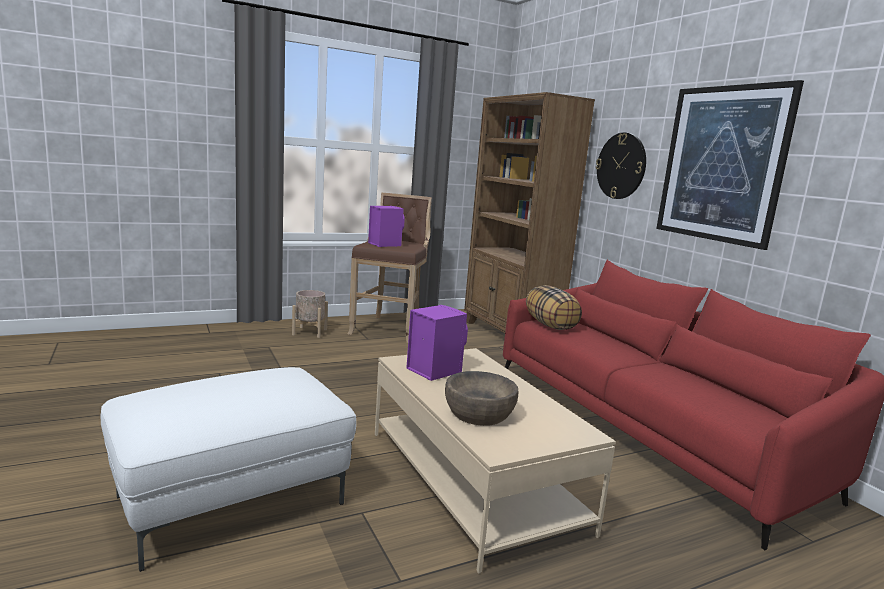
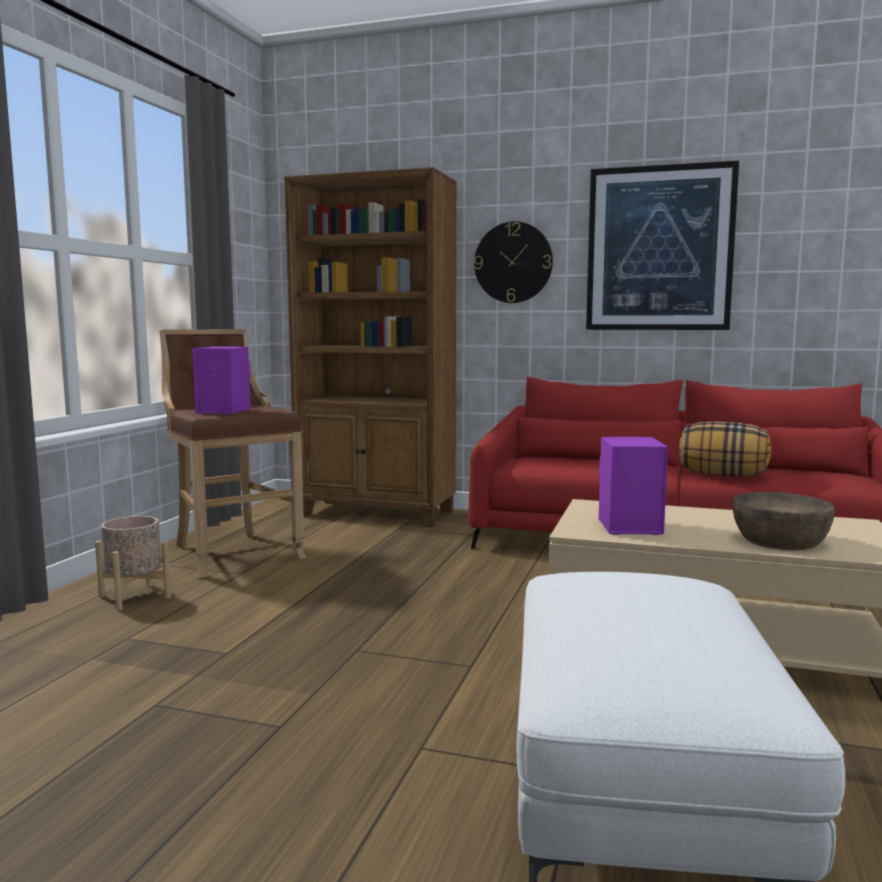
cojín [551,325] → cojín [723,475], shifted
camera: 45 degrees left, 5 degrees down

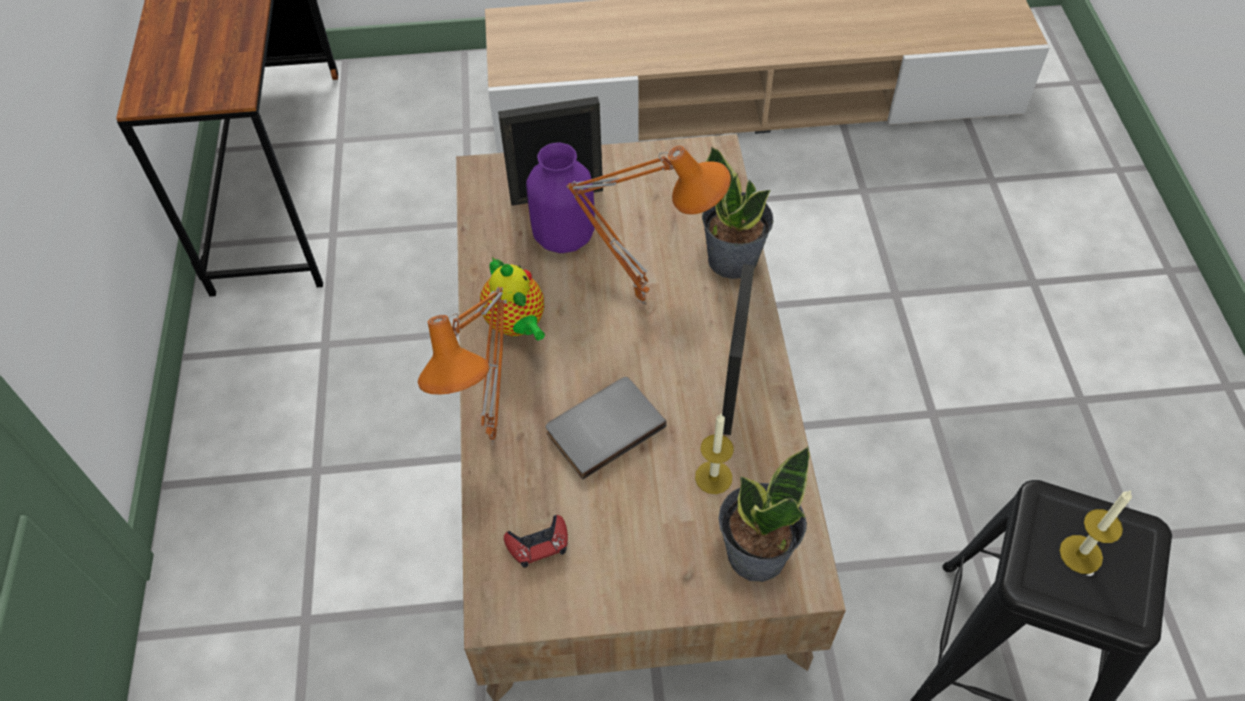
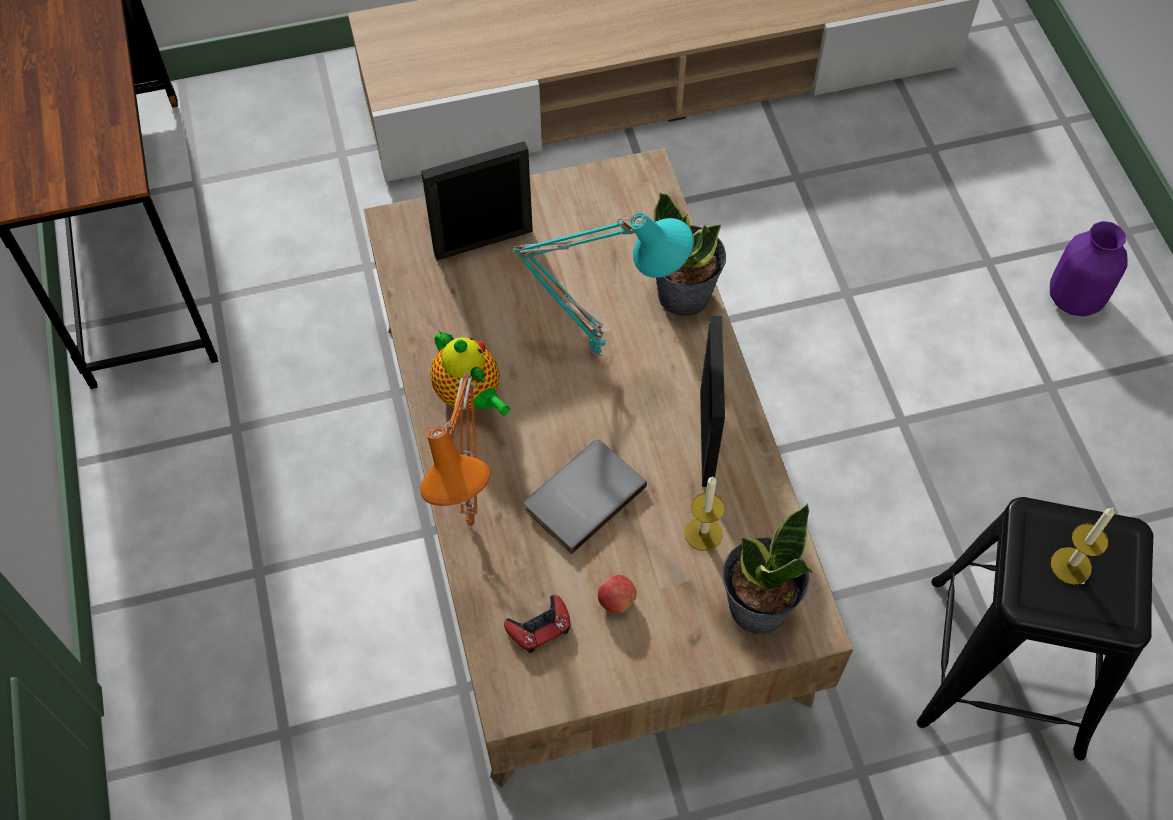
florero [morado] [564,236] → florero [morado] [1074,297], shifted
lámpara de mesa [naranja] [644,299] → lámpara de mesa [turquesa] [598,350]
- → manzana [616,600]
camera: 10 degrees left, 5 degrees up

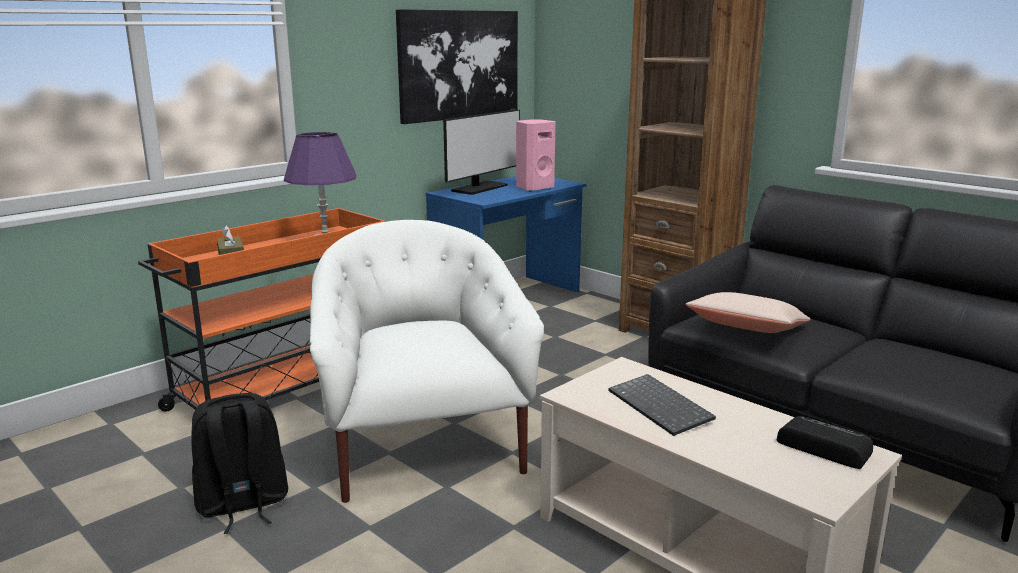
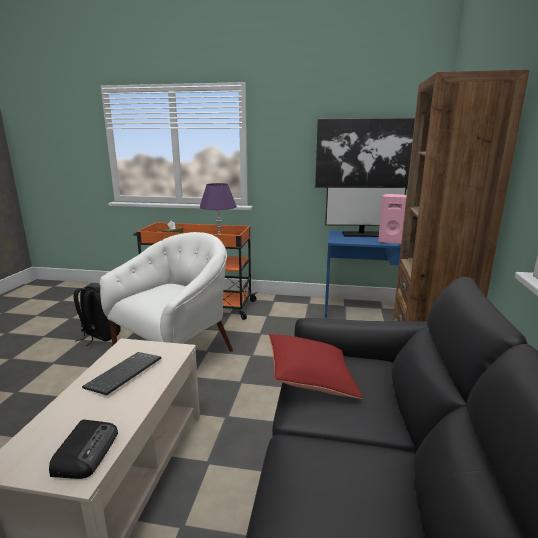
cojín [beis] [747,331] → cojín [rojo] [311,378]
camera: 55 degrees right, 0 degrees up

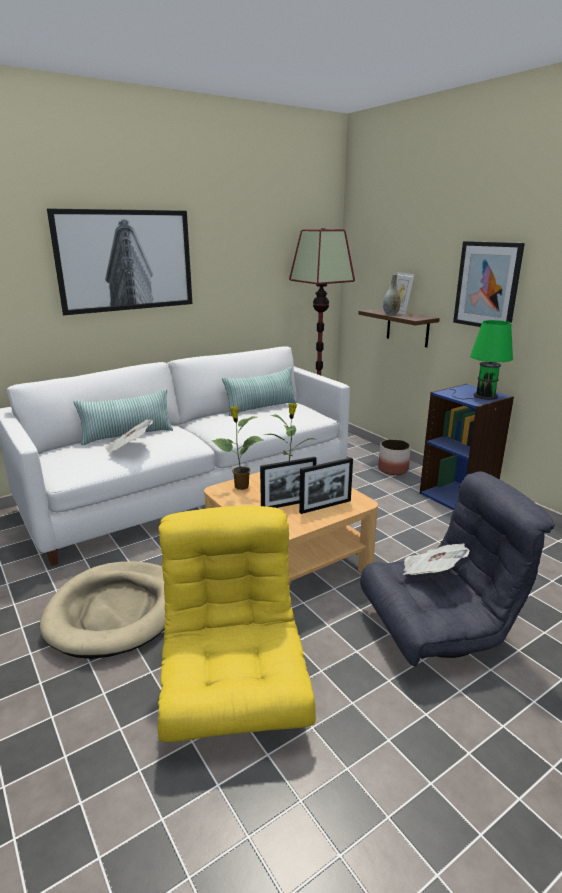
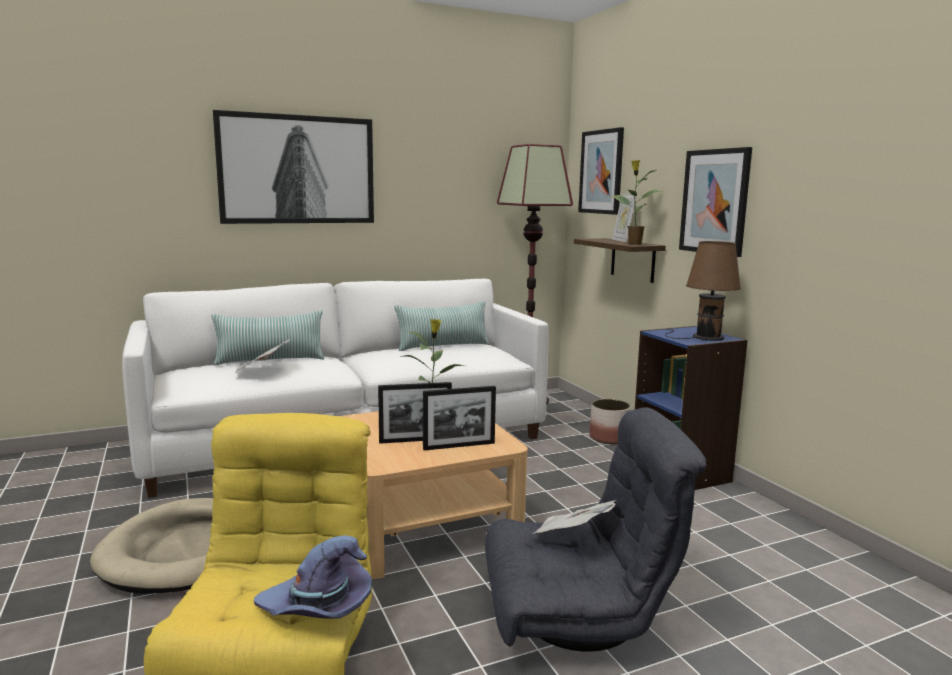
planta en maceta [240,486] → planta en maceta [634,244], shifted
florero [gris] [391,314] → -
lámpara de mesa [verde] [482,396] → lámpara de mesa [marrón] [704,337]
- → sombrero [morado] [317,607]
- → cuadro [601,172]
camera: 10 degrees right, 10 degrees down

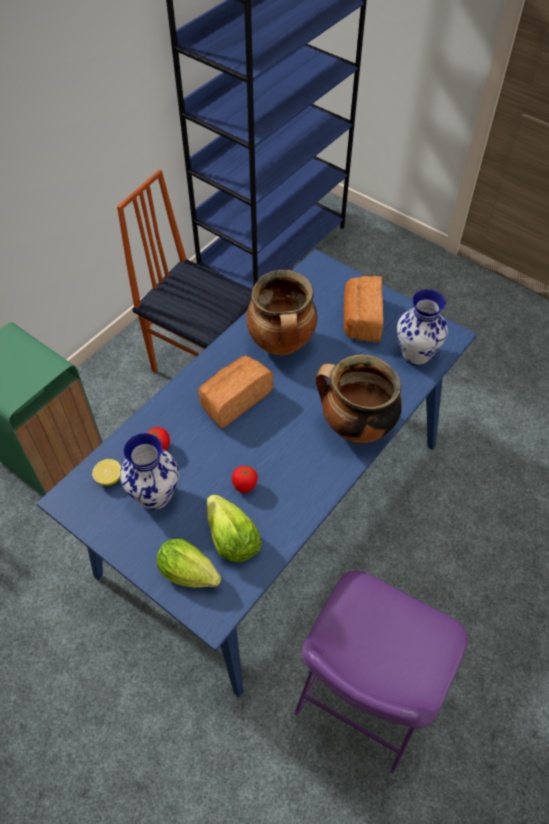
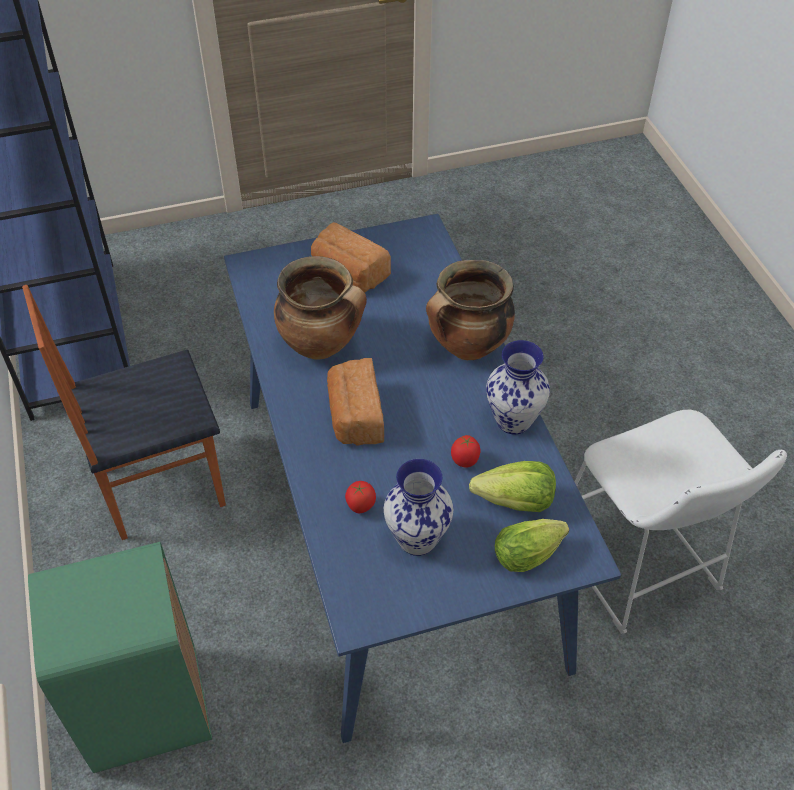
limón [109,478] → -
taburete [morado] [364,694] → taburete [blanco] [639,568]
florero [415,355] → florero [513,421], shifted
camera: 55 degrees left, 5 degrees down

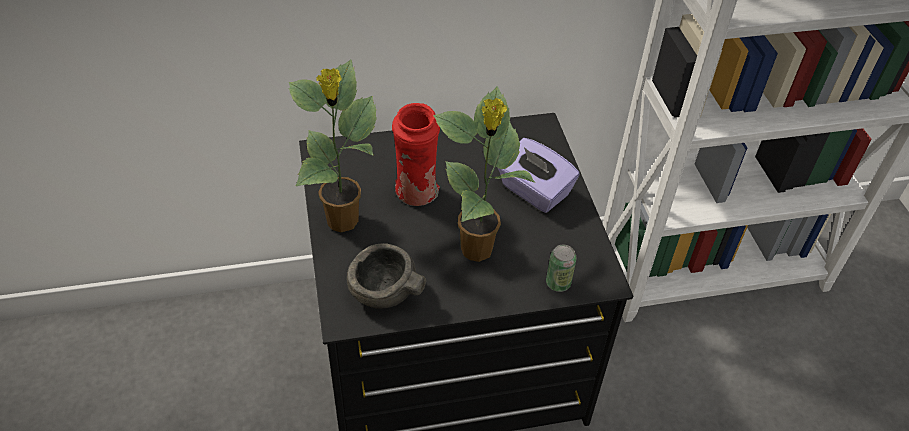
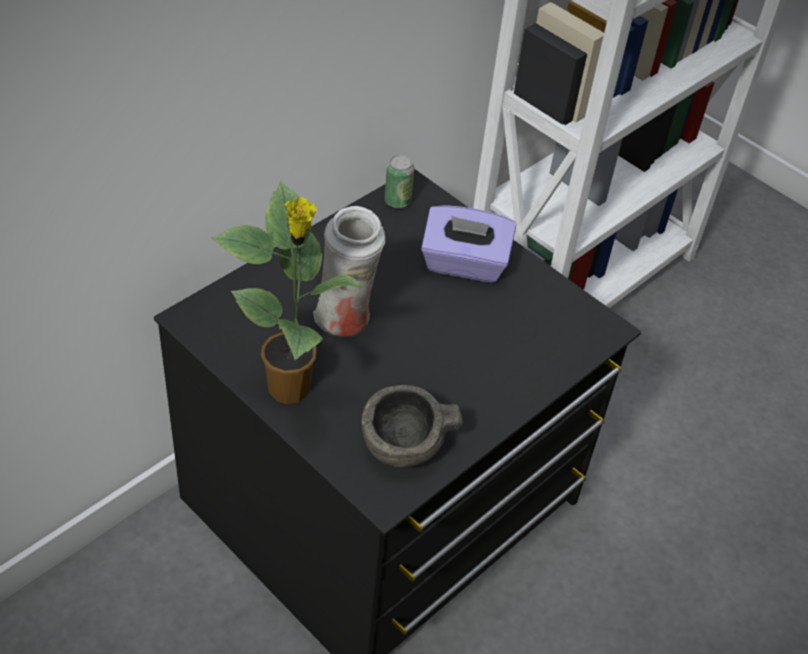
florero [rojo] [416,195] → florero [blanco] [346,322]
planta en maceta [477,251] → -
lata [558,283] → lata [397,201], shifted
camera: 35 degrees left, 0 degrees up

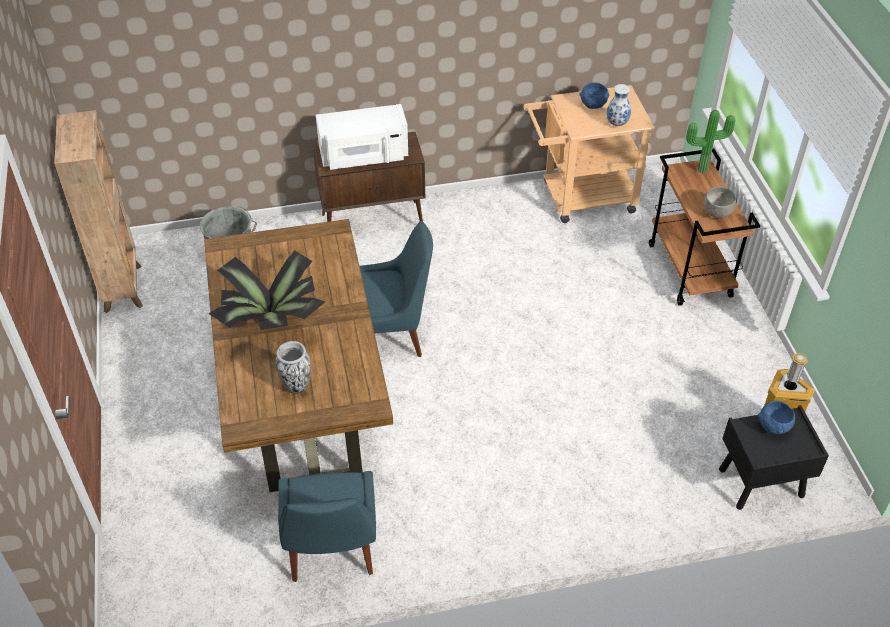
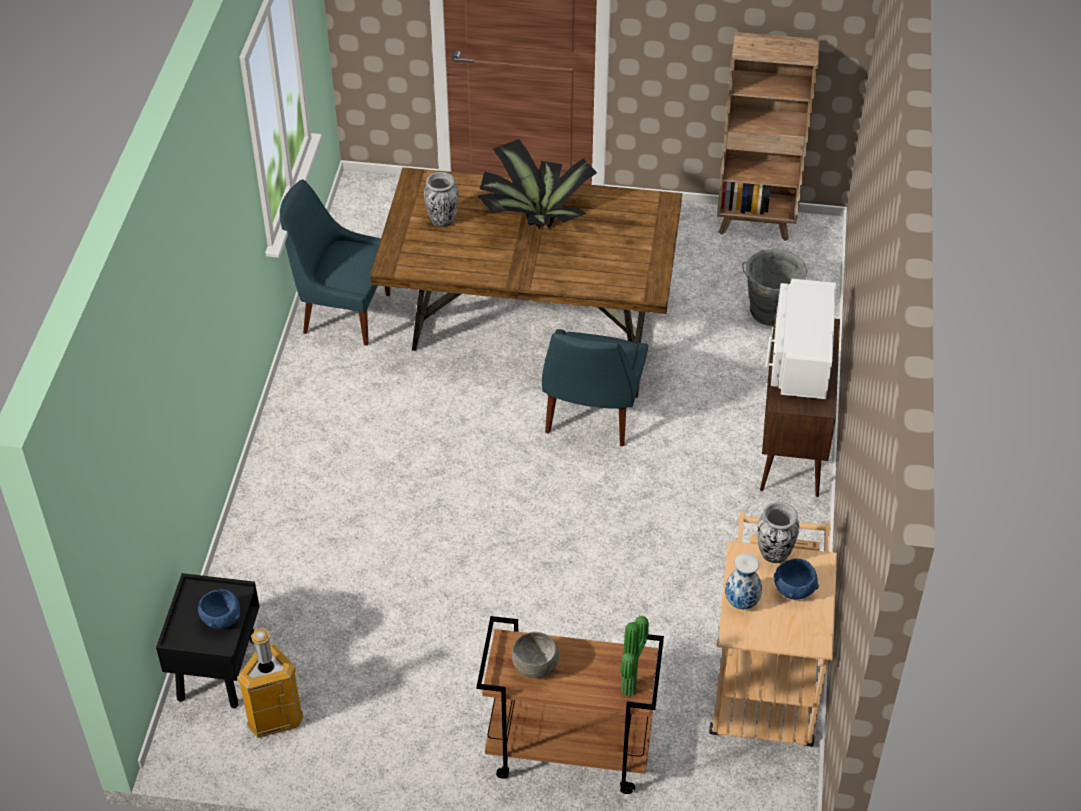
- → florero [774,554]
camera: 110 degrees right, 0 degrees up

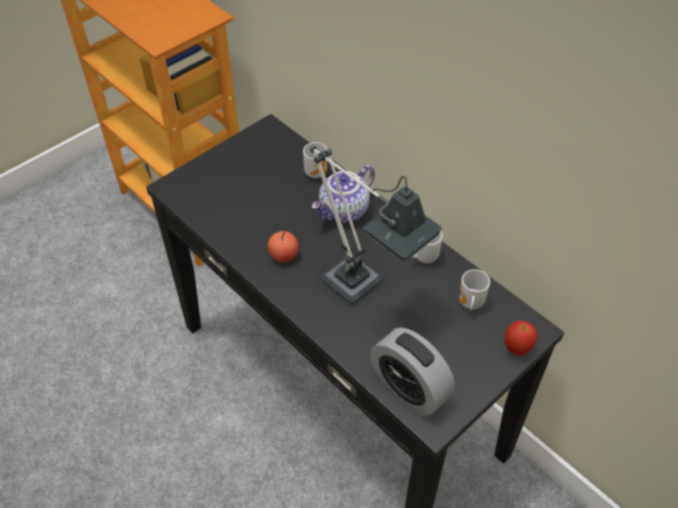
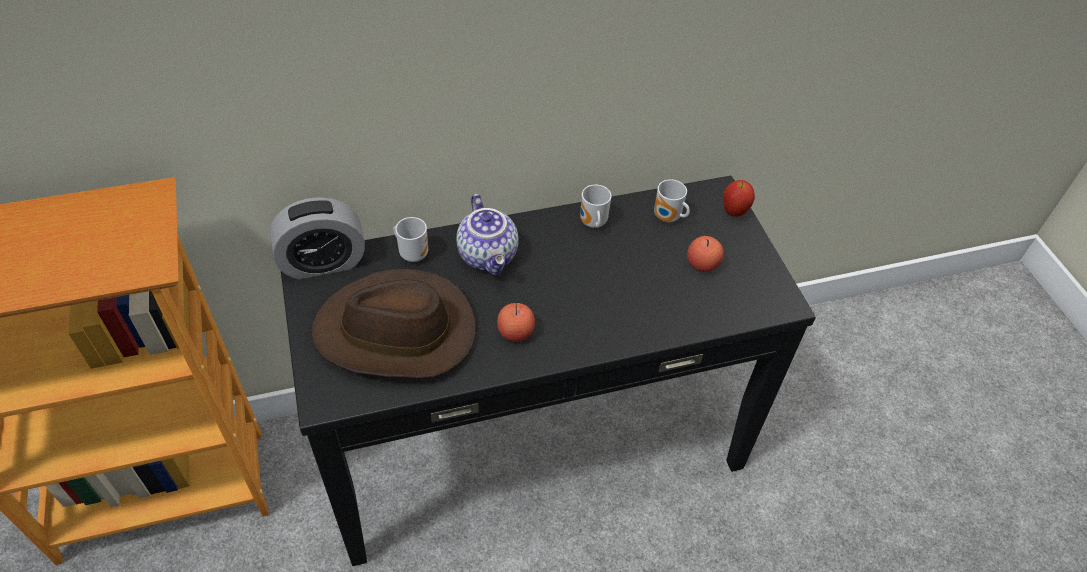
lámpara de mesa [362,288] → -
despertador [409,388] → despertador [323,263], shifted
- → sombrero [marrón] [396,333]
- → manzana [702,264]
camera: 65 degrees left, 0 degrees up

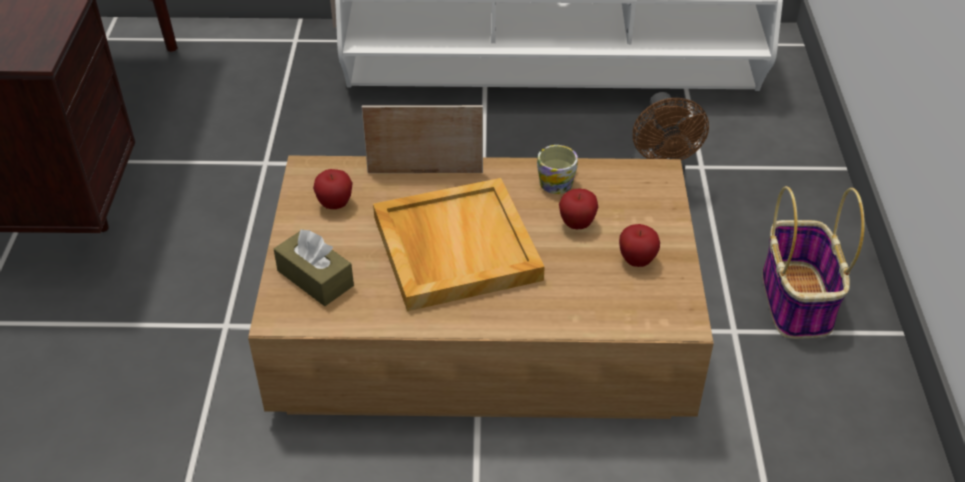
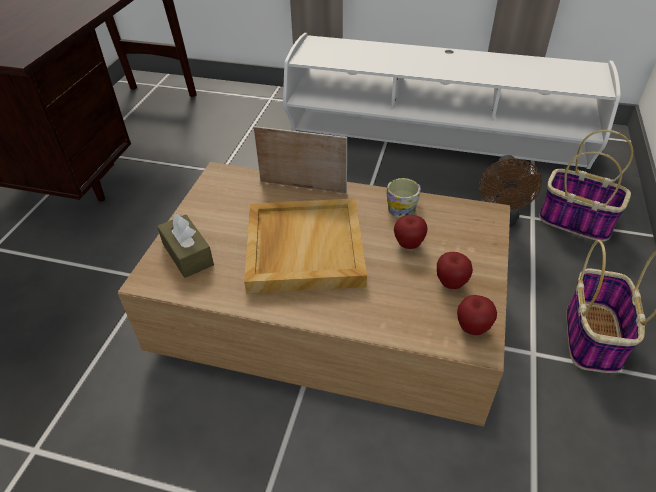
manzana [335,204] → manzana [472,328], shifted
- → cesta [574,221]
camera: 15 degrees right, 0 degrees up

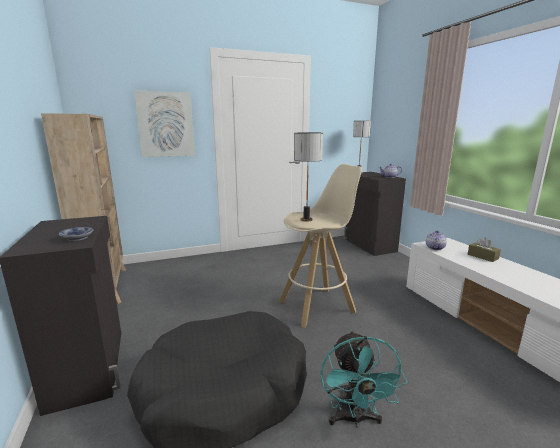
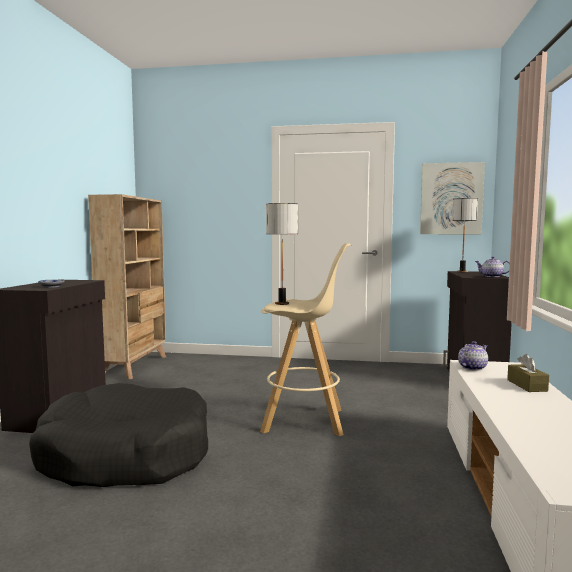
cuadro [166,124] → cuadro [451,199], shifted
ventilador [turquesa] [354,419] → -
camera: 30 degrees right, 10 degrees down

